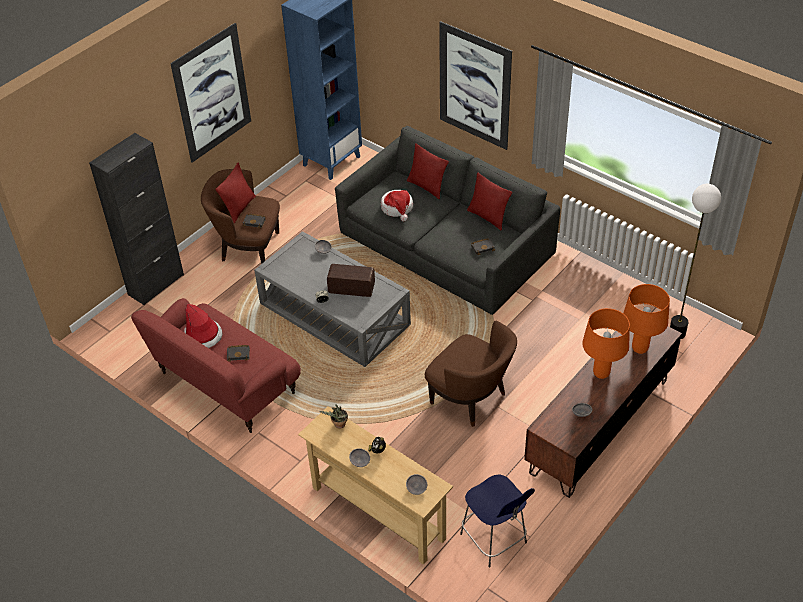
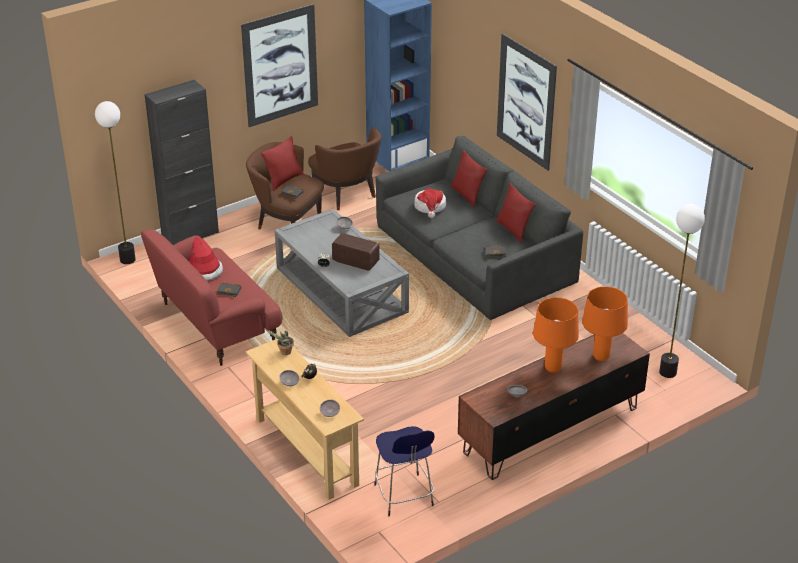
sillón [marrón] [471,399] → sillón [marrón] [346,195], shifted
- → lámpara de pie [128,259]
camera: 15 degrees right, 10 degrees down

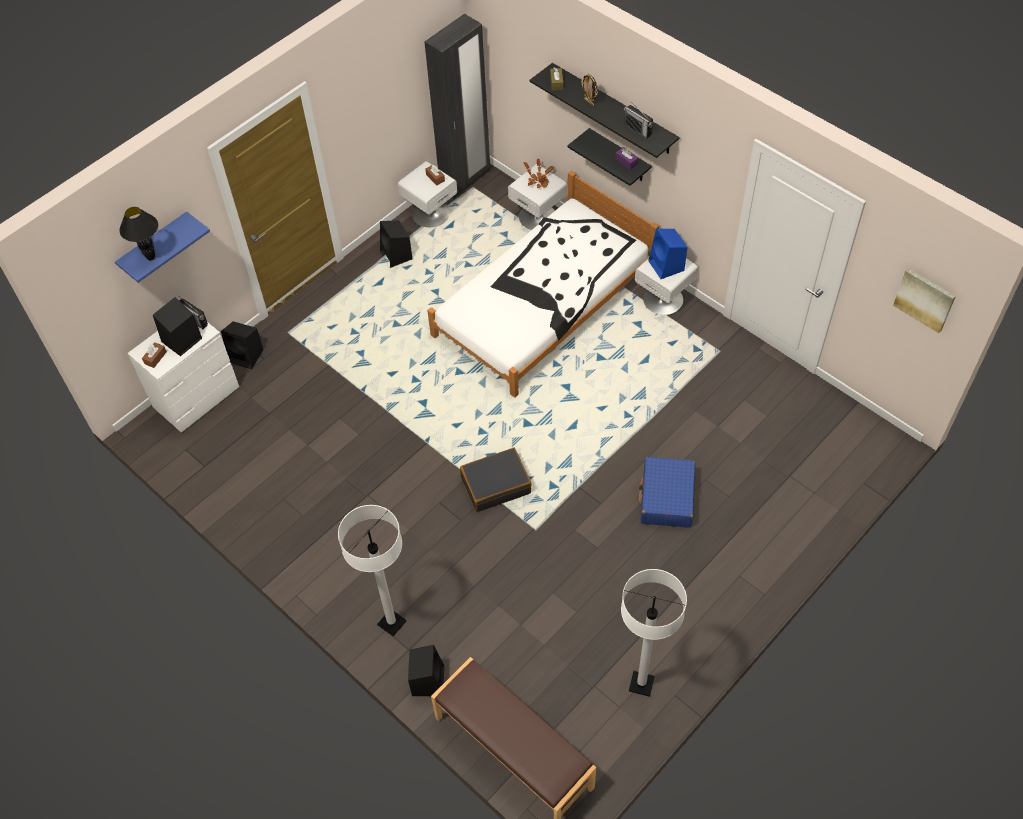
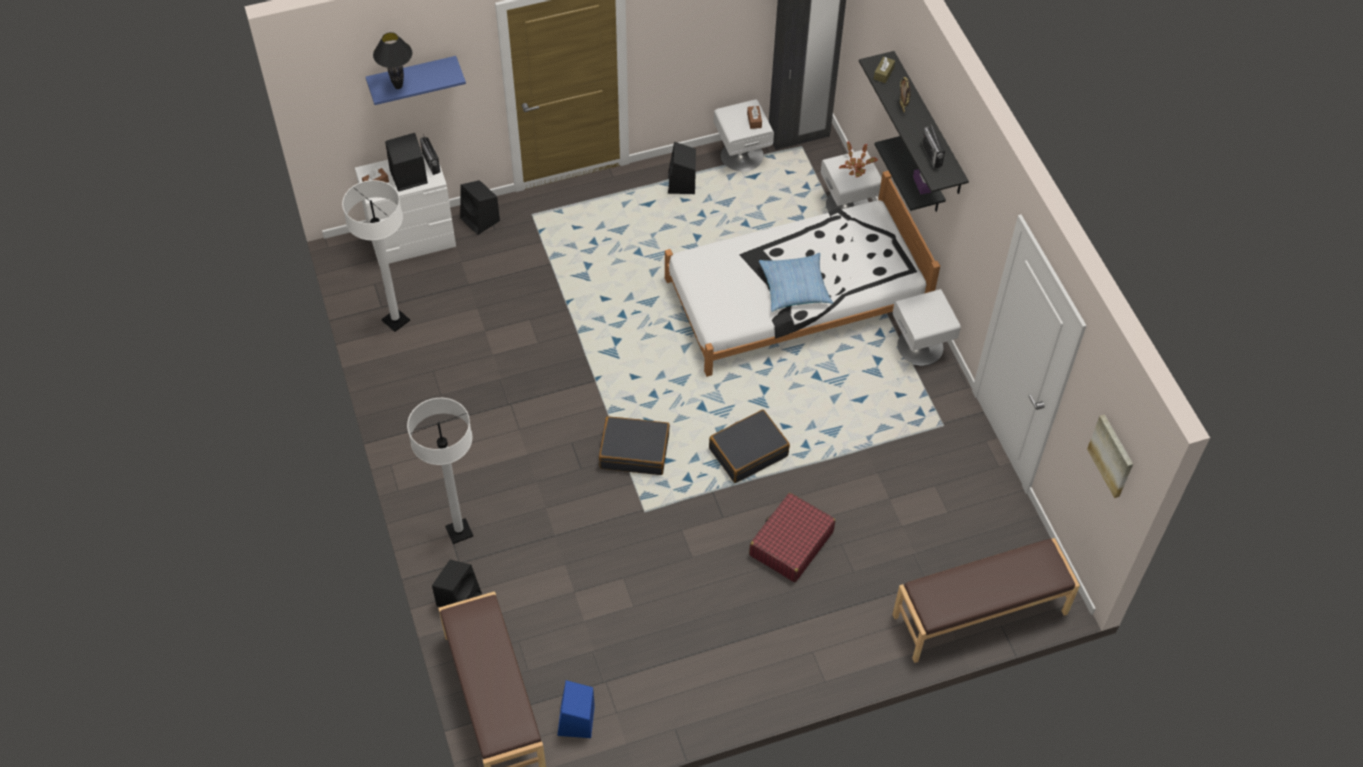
lámpara de pie [blanco] [641,684] → lámpara de pie [blanco] [396,321], shifted
maleta [azul] [666,498] → maleta [rojo] [790,544]
altavoz [azul] [667,266] → altavoz [azul] [576,722], shifted
- → maleta [negro] [748,452]
- → cojín [795,287]
- → banco [marrón] [980,615]
camera: 25 degrees right, 0 degrees up

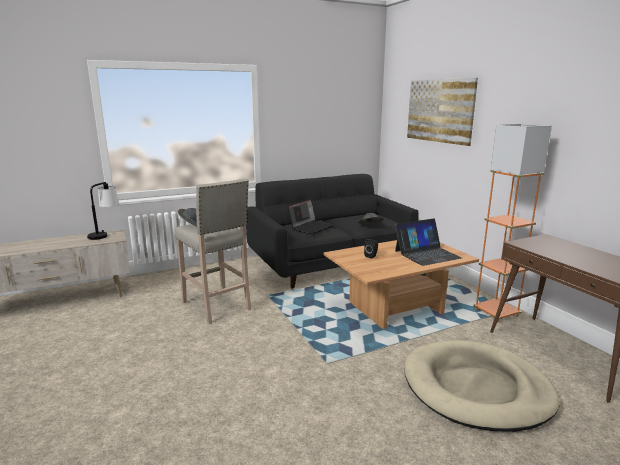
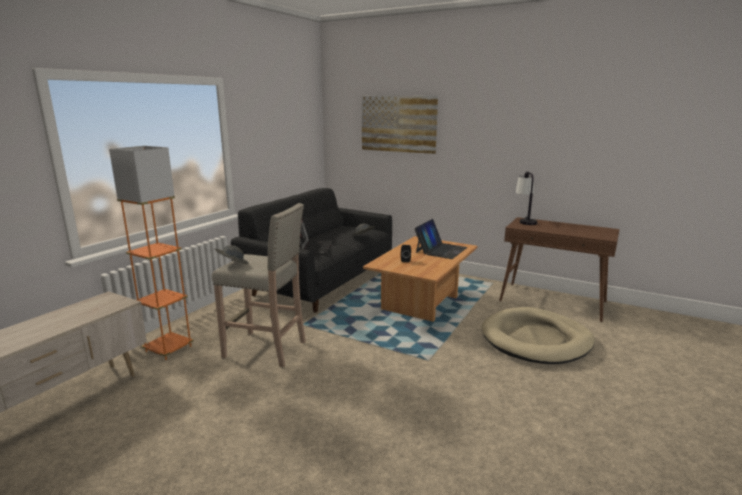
lámpara de mesa [105,234] → lámpara de mesa [524,221], shifted
lámpara de pie [naranja] [496,313] → lámpara de pie [naranja] [168,349], shifted
camera: 35 degrees left, 0 degrees up

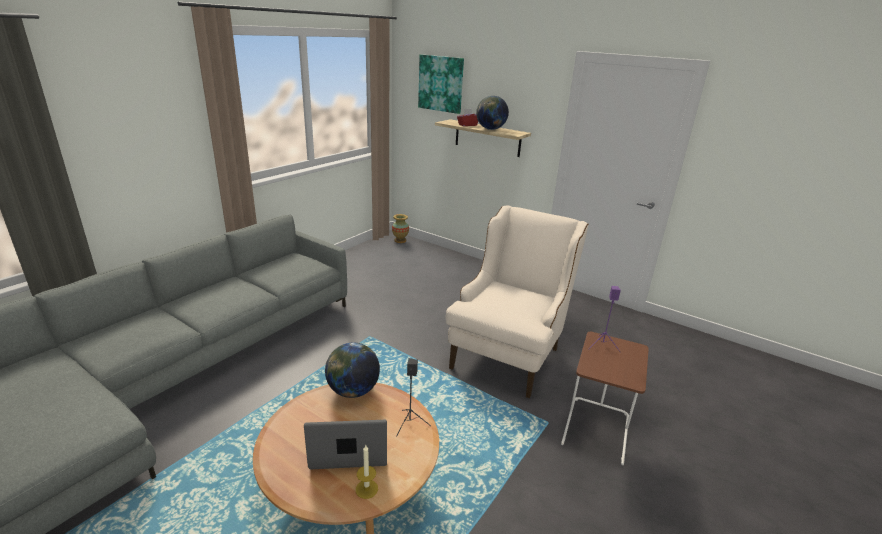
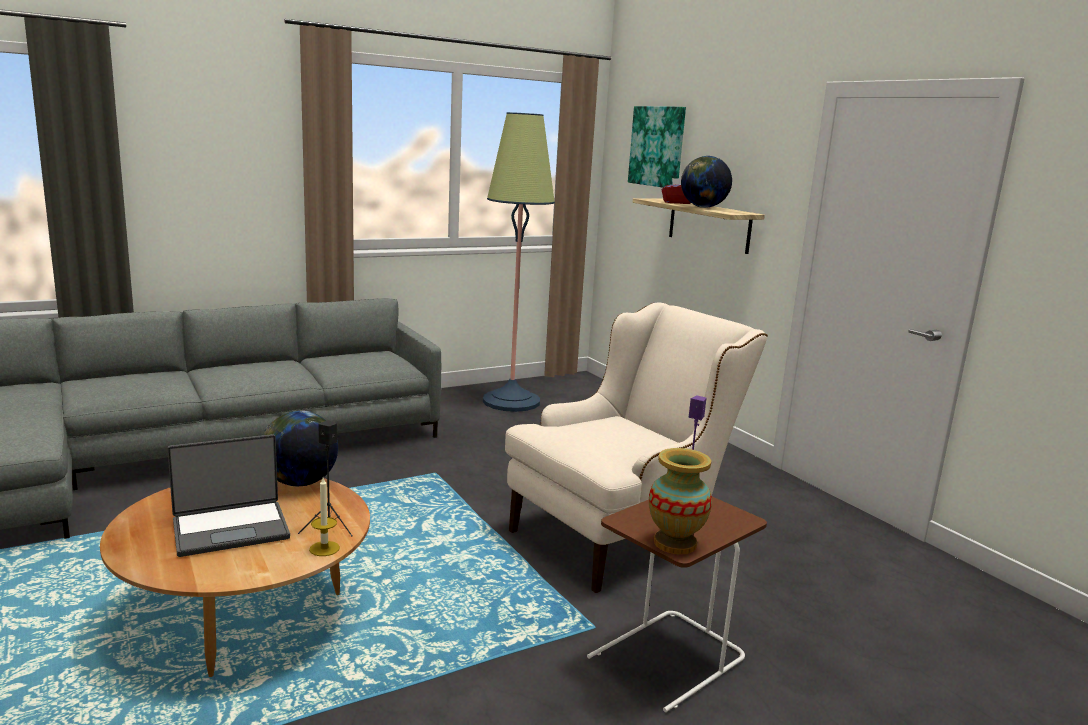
portátil [349,448] → portátil [231,529], 135 degrees clockwise
vela [366,489] → vela [324,548], shifted
florero [400,240] → florero [675,543], shifted
- → lámpara de pie [511,401]
camera: 25 degrees right, 10 degrees down

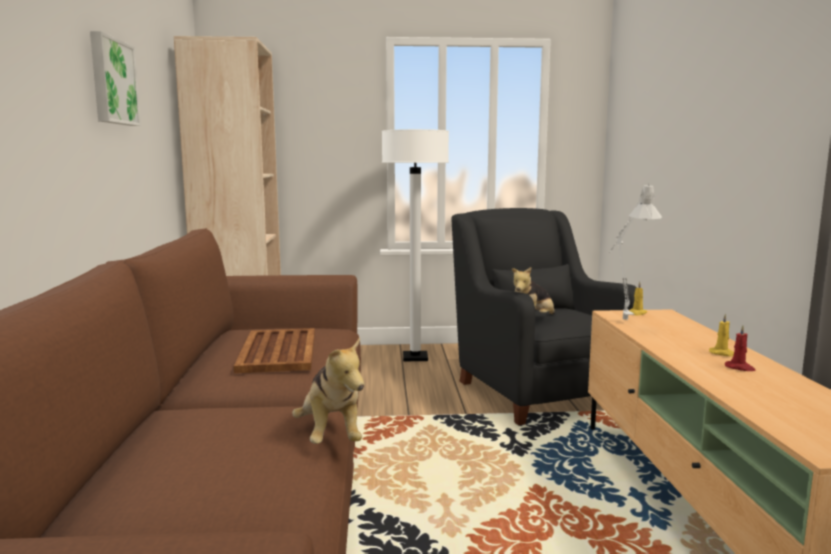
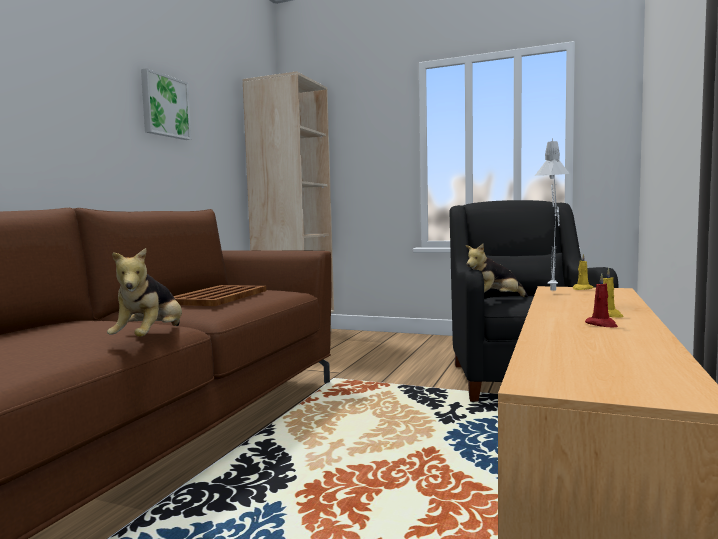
lámpara de pie [blanco] [415,357] → -
camera: 25 degrees right, 5 degrees down

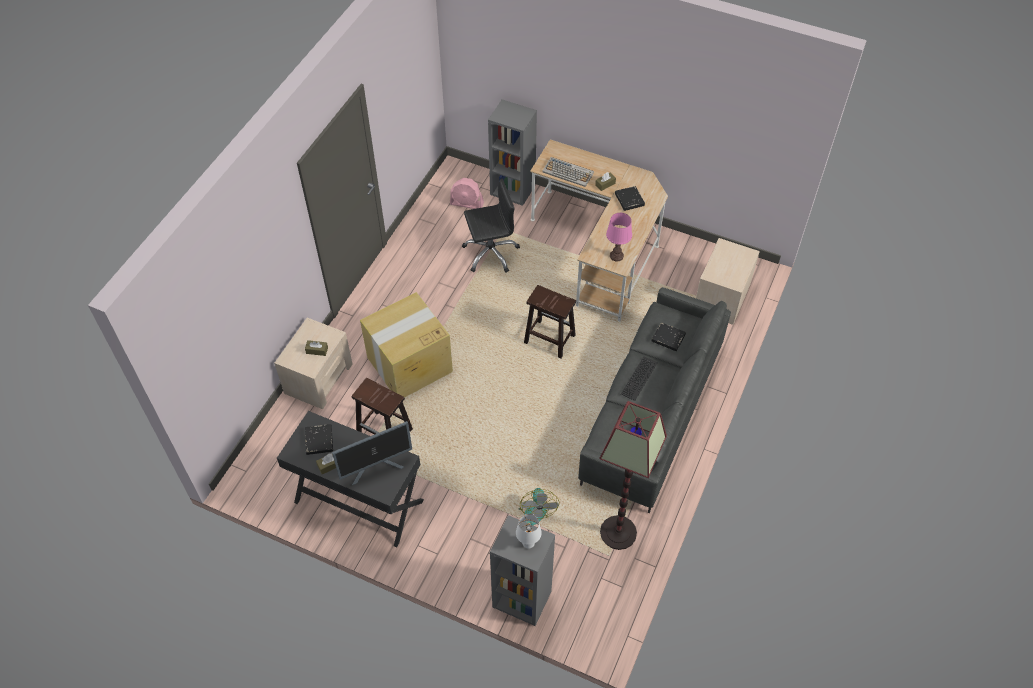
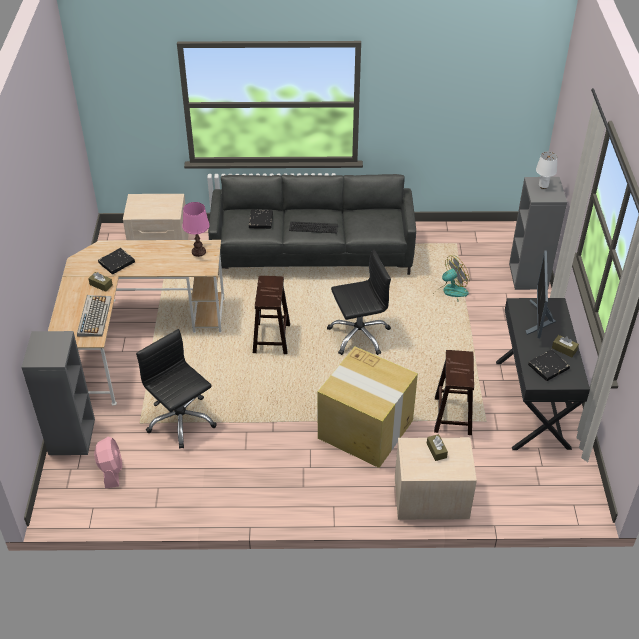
monitor [376,466] → monitor [539,319], 120 degrees counterclockwise
lámpara de pie [618,533] → -
- → silla de oficina [negro] [359,335]
camera: 115 degrees left, 10 degrees down

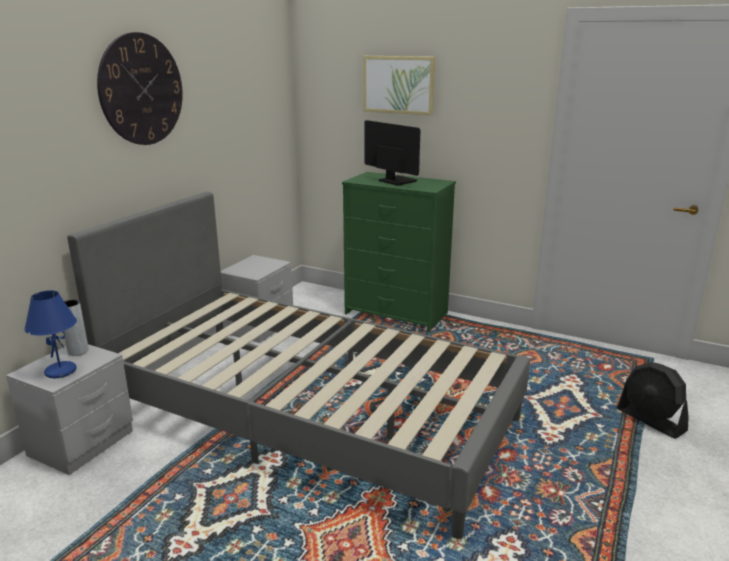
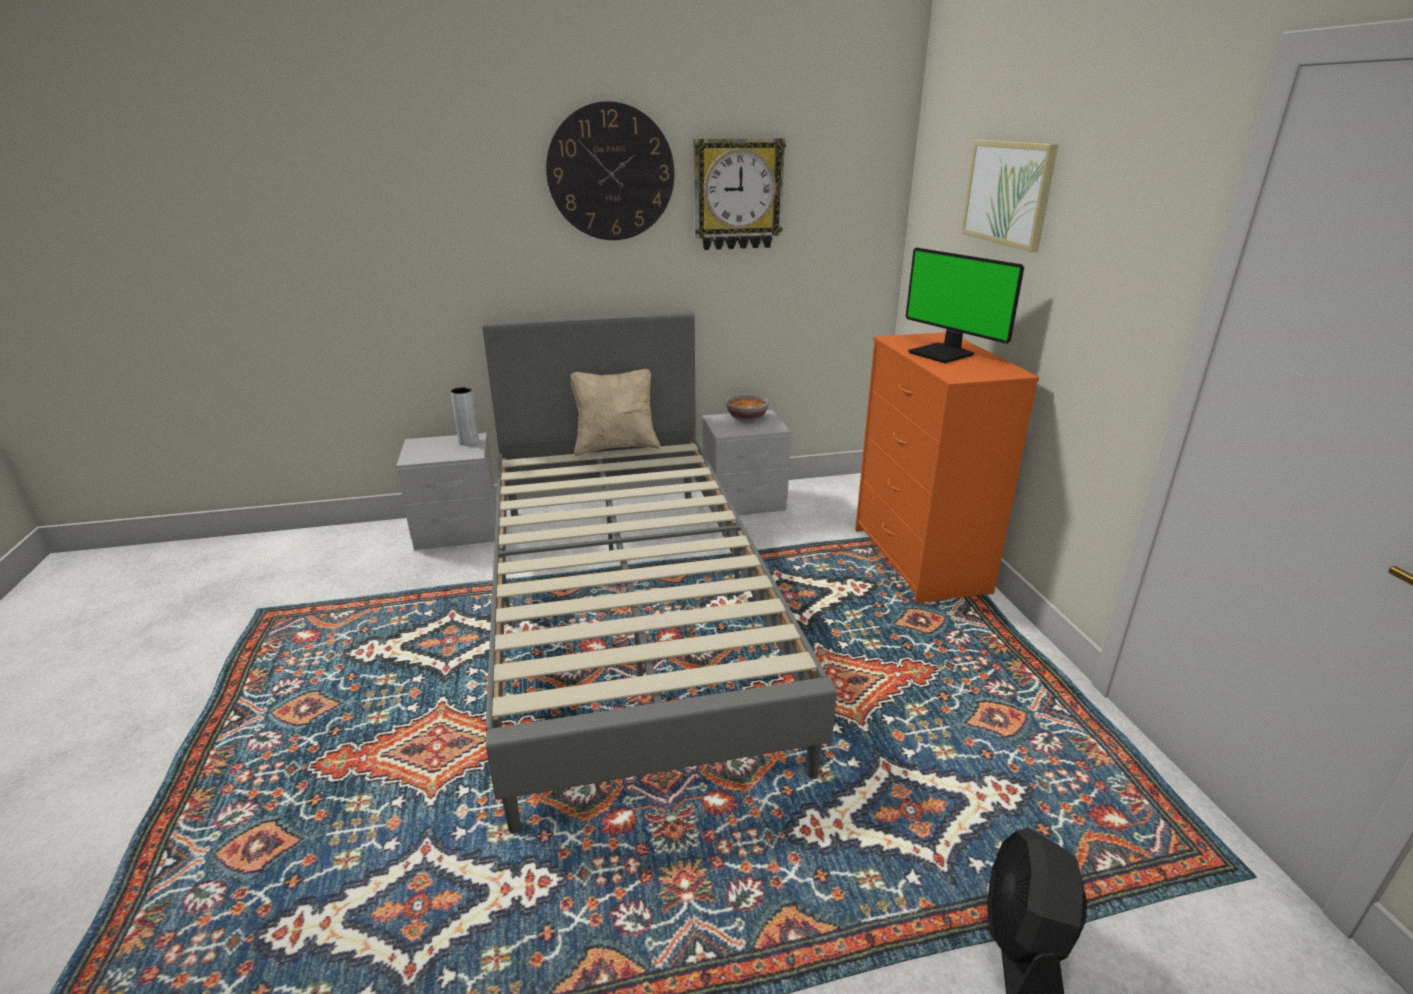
lámpara de mesa [azul] [60,371] → -
cómoda [verde] [397,313] → cómoda [naranja] [920,560]
monitor [396,181] → monitor [943,354], 135 degrees clockwise
- → cojín [beis] [616,447]
- → reloj de pared [737,194]
- → cuenco [746,418]
camera: 50 degrees right, 5 degrees up

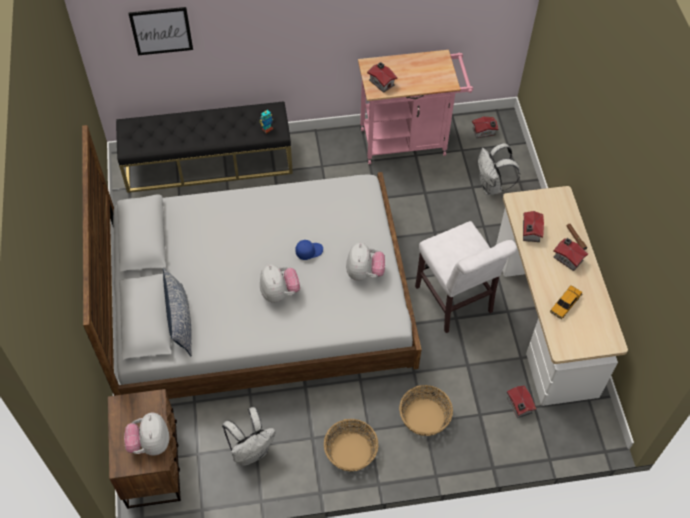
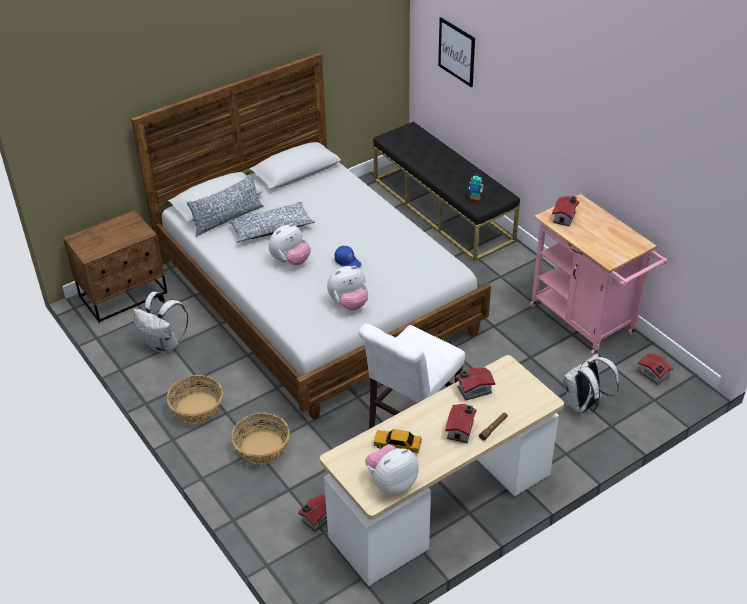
peluche [150,443] → peluche [391,483], shifted
- → cojín [271,229]
camera: 65 degrees right, 15 degrees down

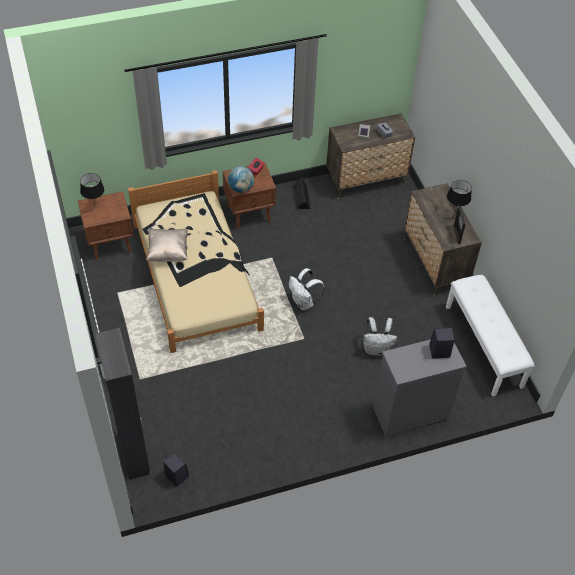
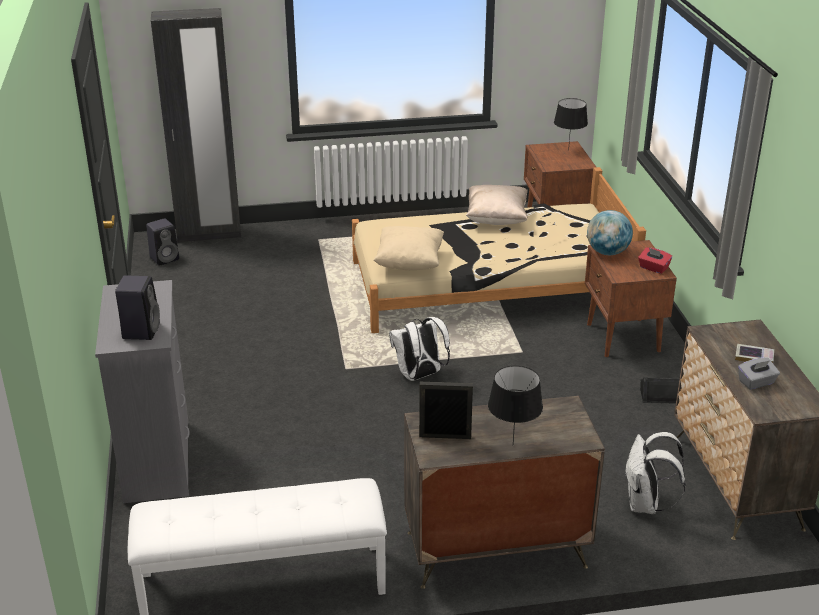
mochila [blanco] [376,349] → mochila [blanco] [645,504], shifted
- → cojín [beis] [409,263]
camera: 100 degrees right, 20 degrees down

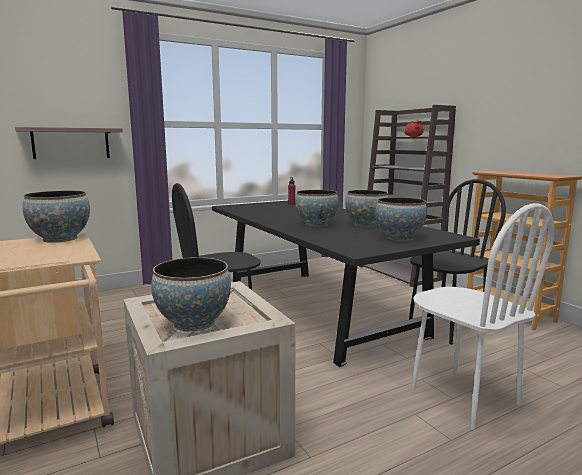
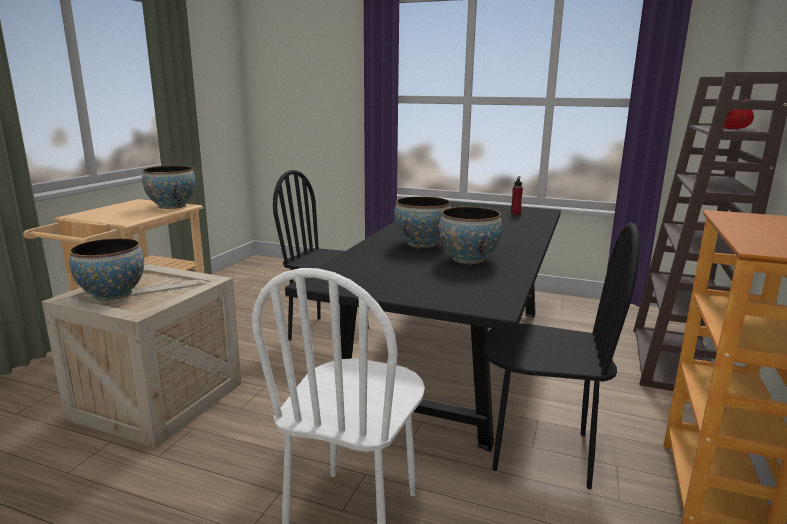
estante [71,143] → -
cuenco [399,238] → -
camera: 50 degrees right, 5 degrees up

